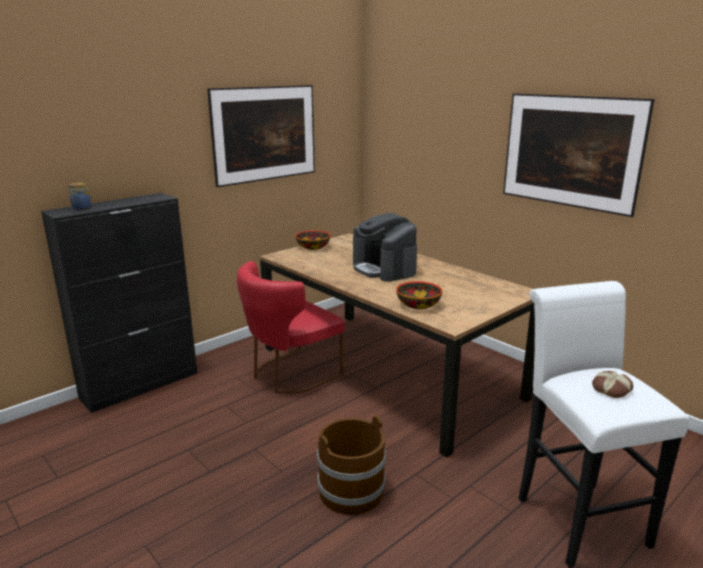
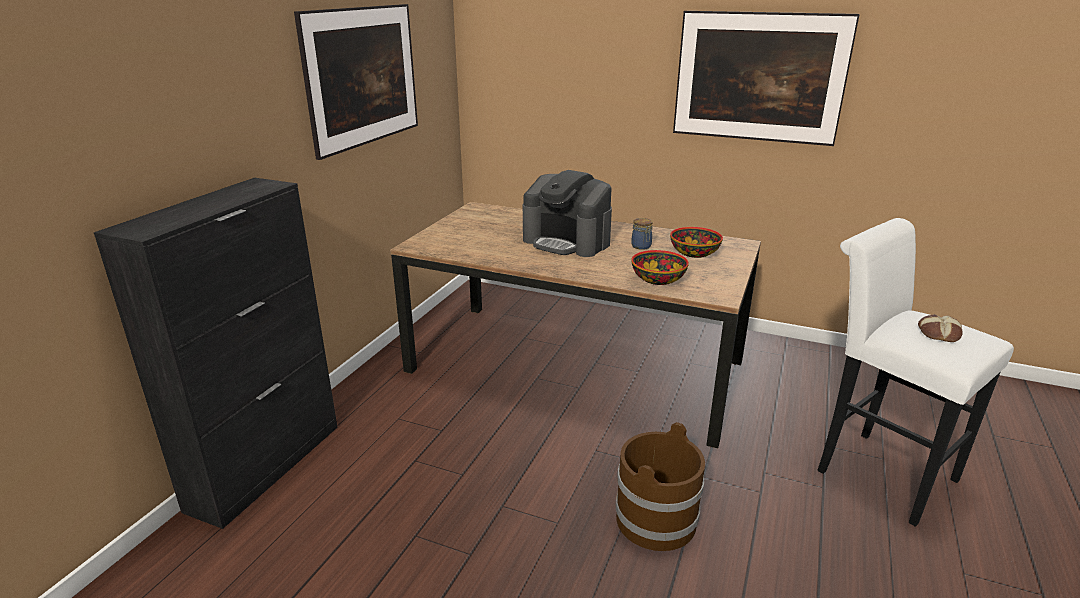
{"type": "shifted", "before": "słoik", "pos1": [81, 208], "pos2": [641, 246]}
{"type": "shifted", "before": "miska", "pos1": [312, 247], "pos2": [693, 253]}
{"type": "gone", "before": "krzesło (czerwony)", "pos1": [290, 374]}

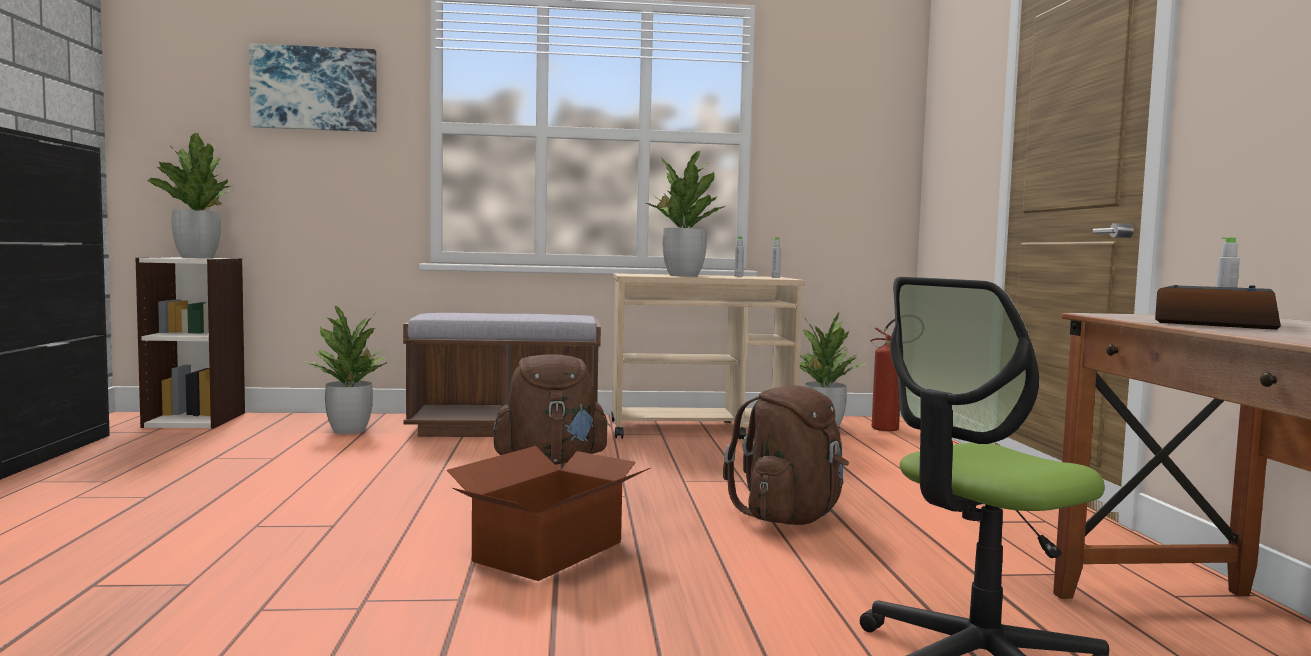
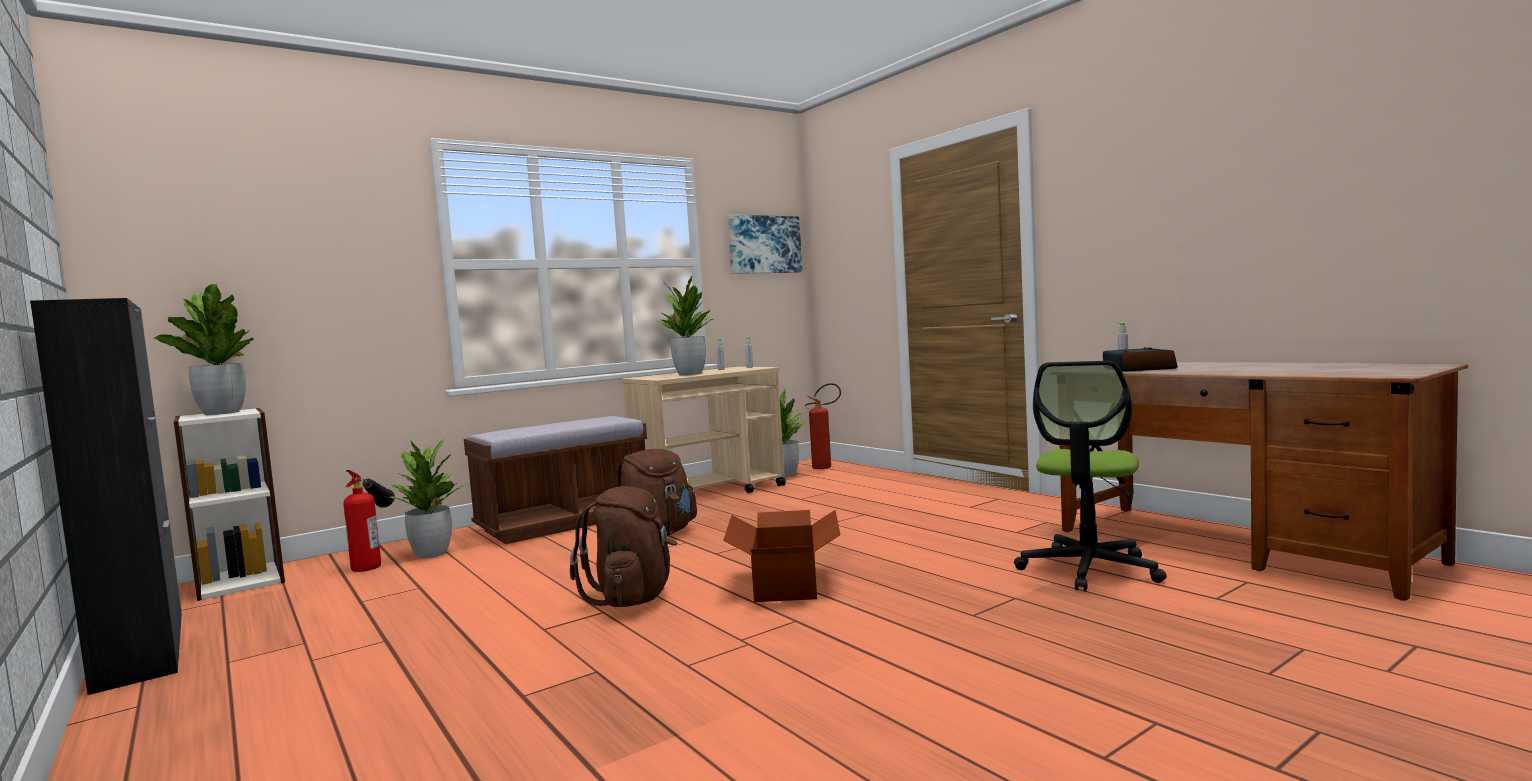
{"type": "shifted", "before": "obraz", "pos1": [315, 89], "pos2": [764, 244]}
{"type": "shifted", "before": "plecak (brązowy)", "pos1": [790, 518], "pos2": [632, 598]}
{"type": "new", "after": "gaśnica", "pos2": [375, 560]}

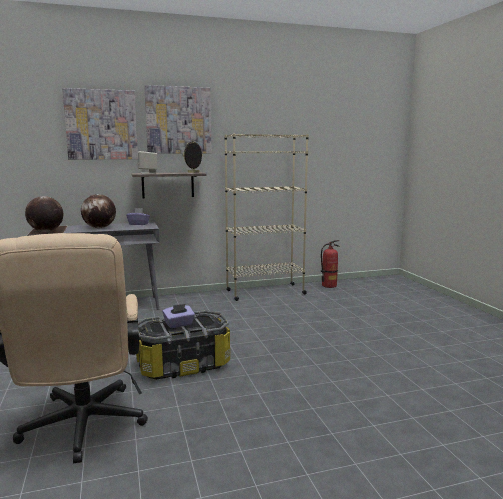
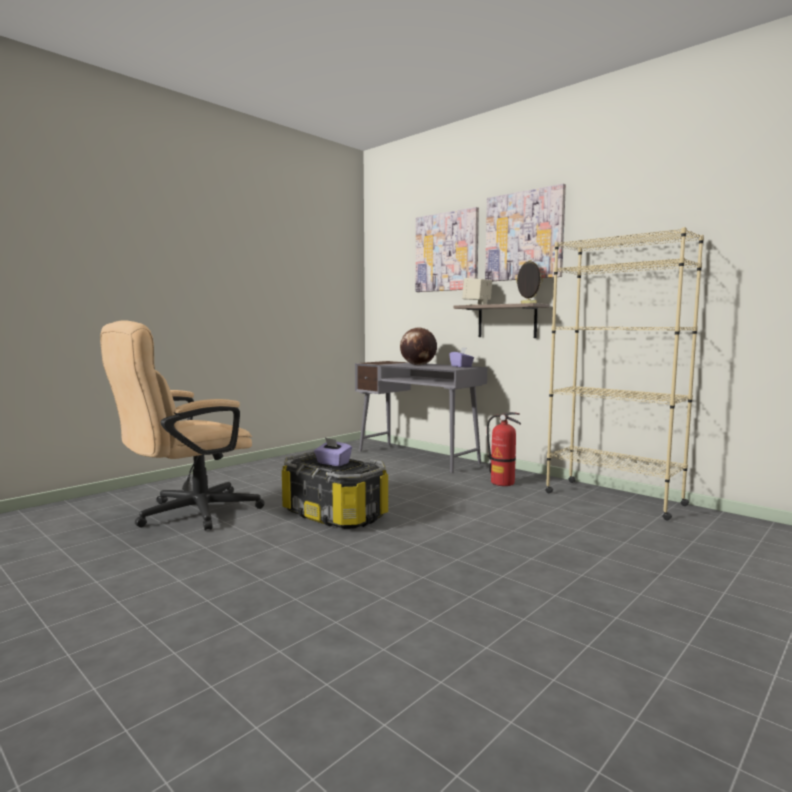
{"type": "gone", "before": "globus", "pos1": [46, 231]}
{"type": "shifted", "before": "gaśnica", "pos1": [329, 285], "pos2": [502, 483]}

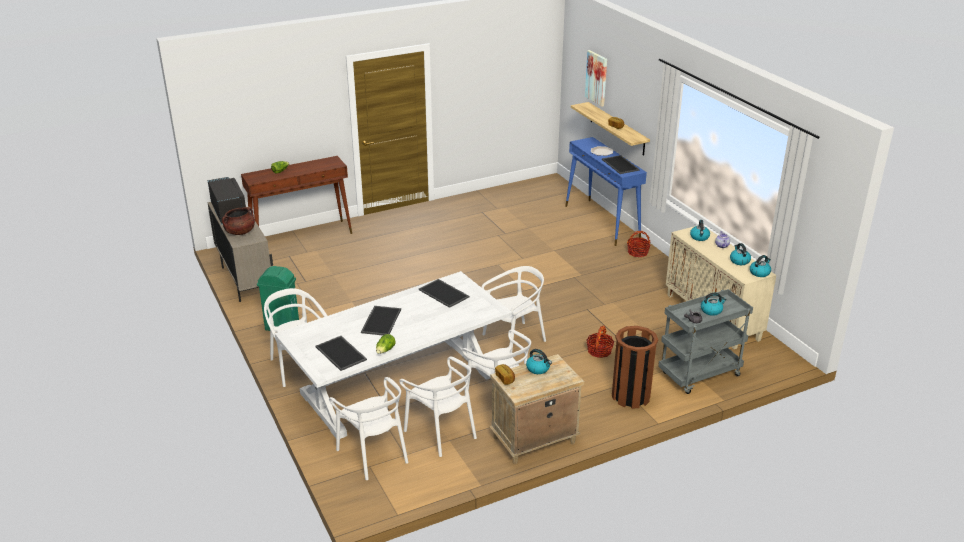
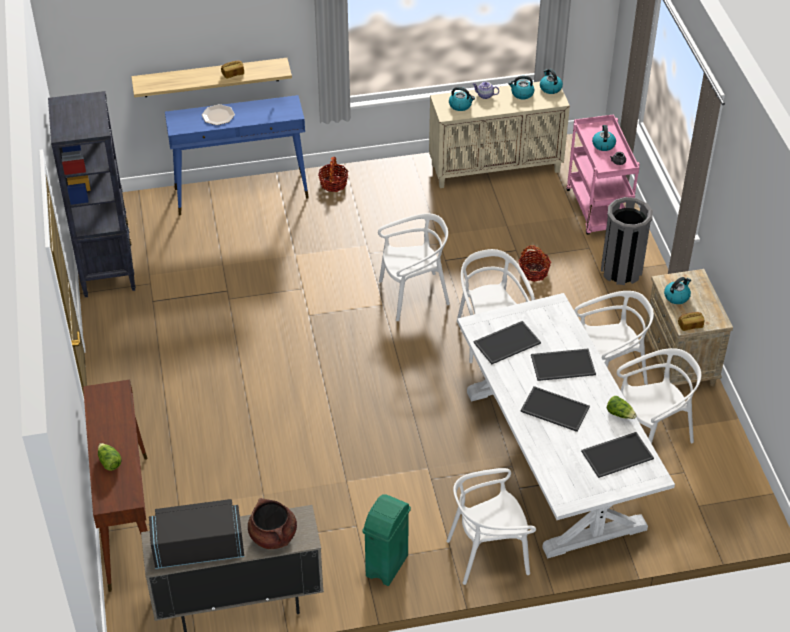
{"type": "gone", "before": "obraz", "pos1": [597, 78]}
{"type": "shifted", "before": "taca", "pos1": [621, 165], "pos2": [563, 364]}
{"type": "repainted", "before": "wózek (szary)", "after": "wózek (różowy)", "pos1": [699, 375], "pos2": [598, 211]}
{"type": "repainted", "before": "kosz na śmieci (brązowy)", "after": "kosz na śmieci (szary)", "pos1": [630, 396], "pos2": [621, 270]}
{"type": "shifted", "before": "krzesło (biały)", "pos1": [373, 454], "pos2": [413, 295]}
{"type": "new", "after": "regał (czarny)", "pos2": [108, 271]}

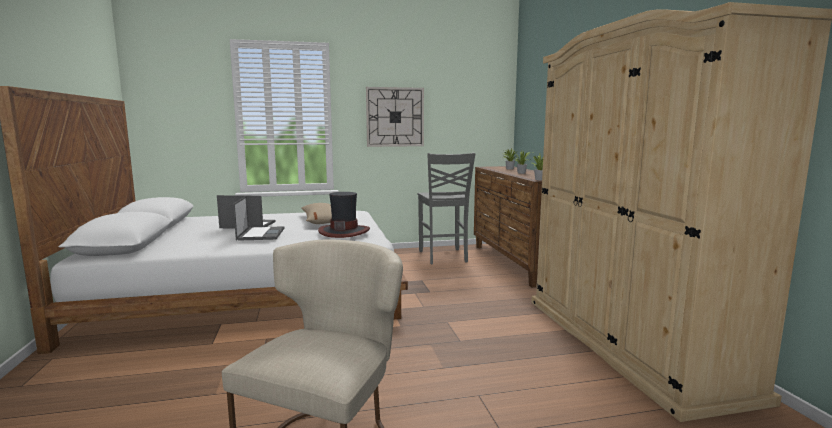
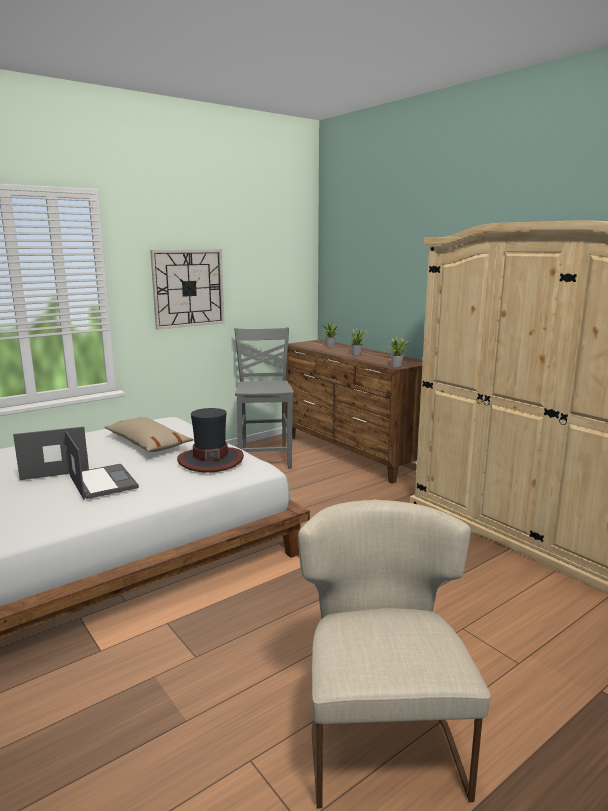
{"type": "rotated", "before": "krzesło (szary)", "pos1": [443, 257], "pos2": [265, 458], "turn": -150}

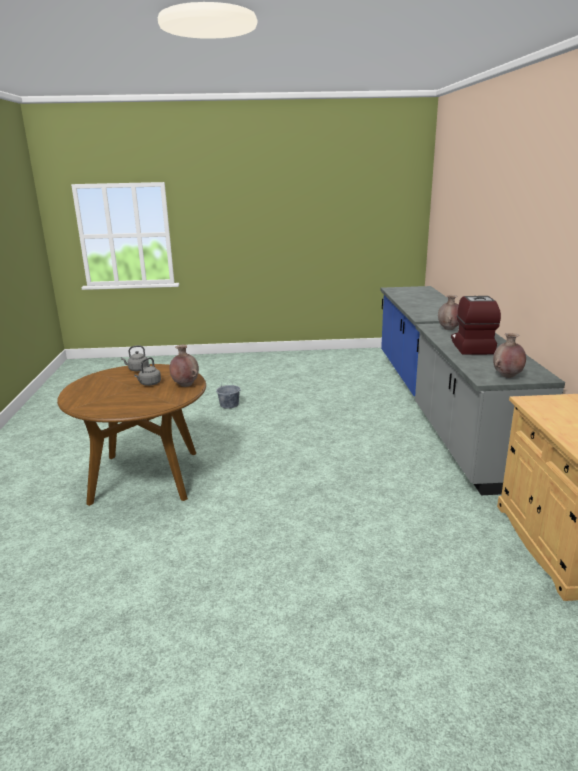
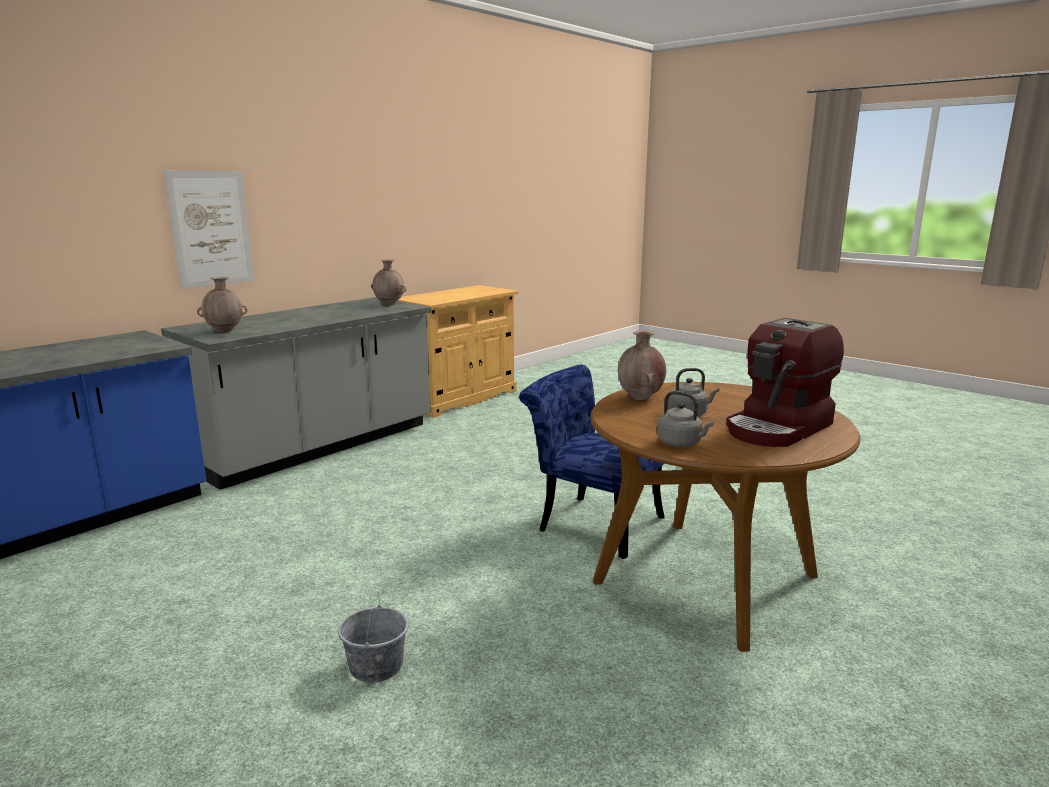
{"type": "shifted", "before": "ekspres do kawy", "pos1": [471, 346], "pos2": [779, 428]}
{"type": "new", "after": "obraz", "pos2": [211, 229]}
{"type": "new", "after": "krzesło (niebieski)", "pos2": [591, 522]}

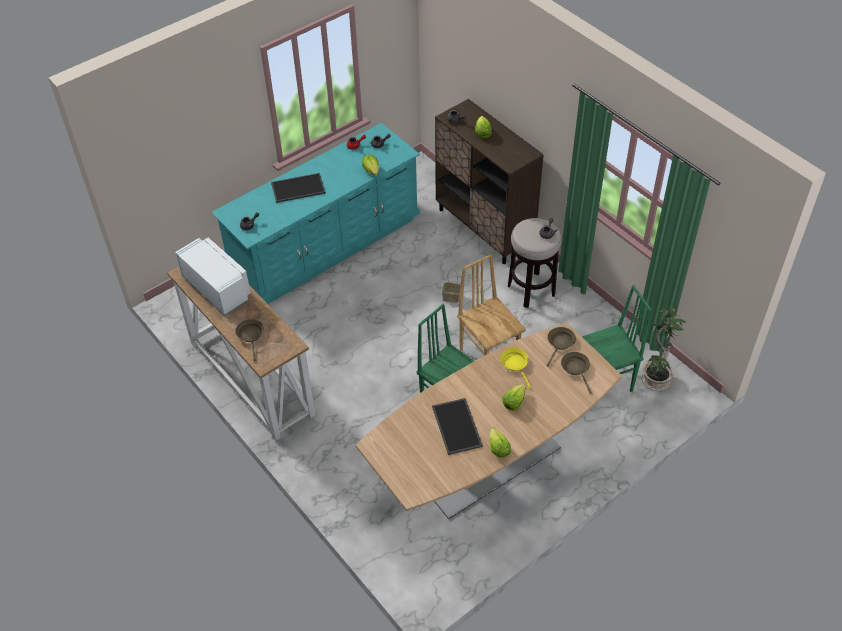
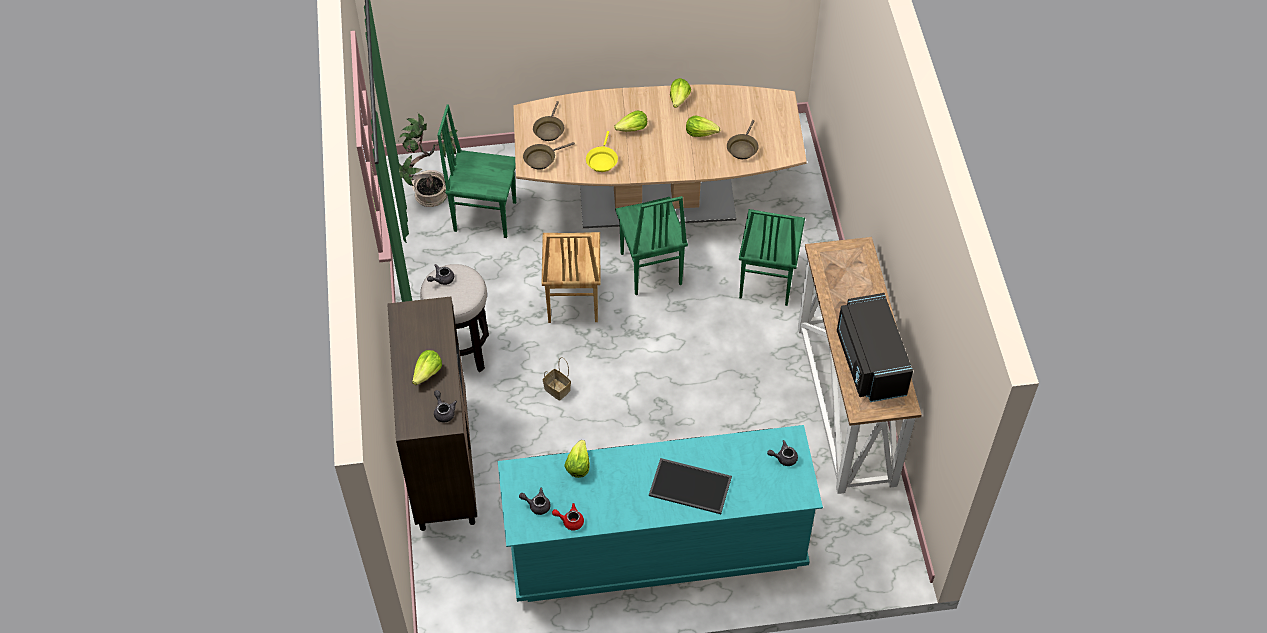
{"type": "repainted", "before": "mikrofalówka (biały)", "after": "mikrofalówka (czarny)", "pos1": [218, 287], "pos2": [869, 362]}
{"type": "shifted", "before": "patelnia (brązowy)", "pos1": [251, 336], "pos2": [742, 148]}
{"type": "swapped", "before": "taca", "after": "sałata", "pos1": [458, 426], "pos2": [701, 132]}
{"type": "new", "after": "krzesło (zielony)", "pos2": [766, 280]}

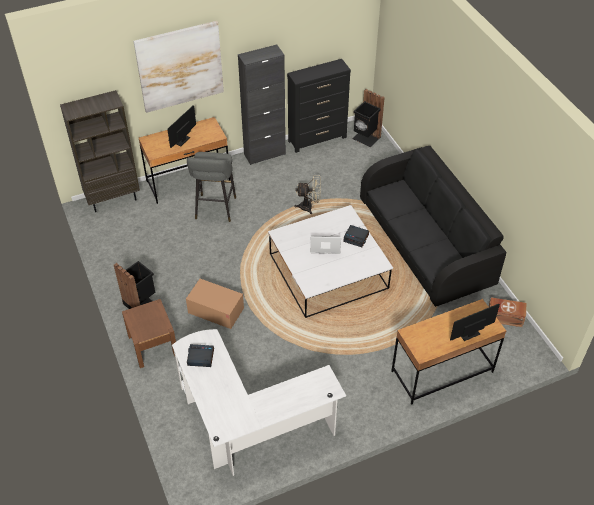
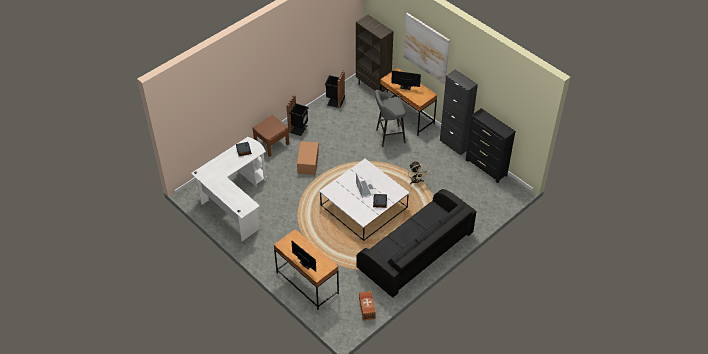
{"type": "shifted", "before": "kosz na śmieci (czarny)", "pos1": [365, 138], "pos2": [335, 101]}

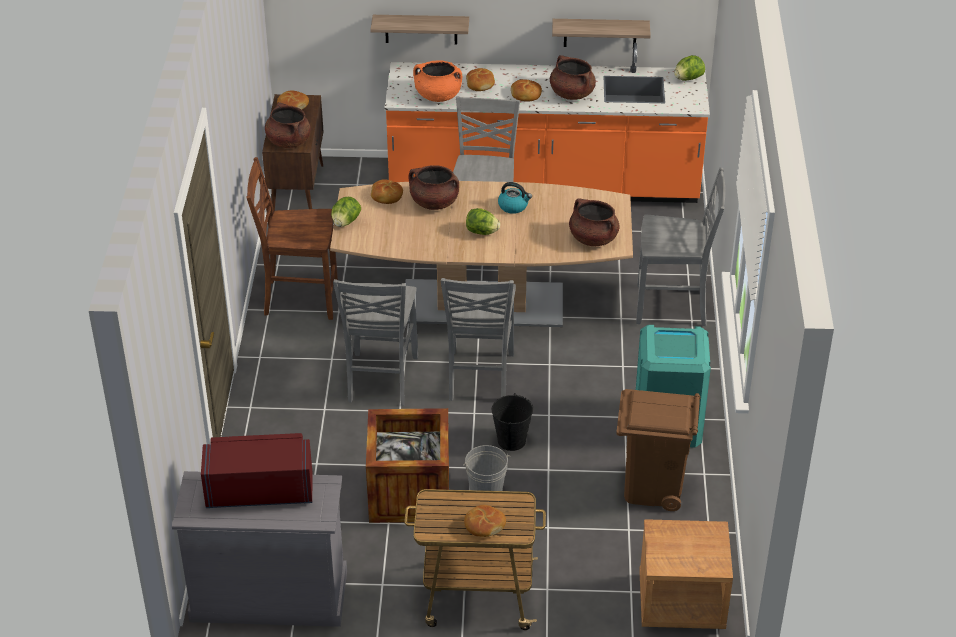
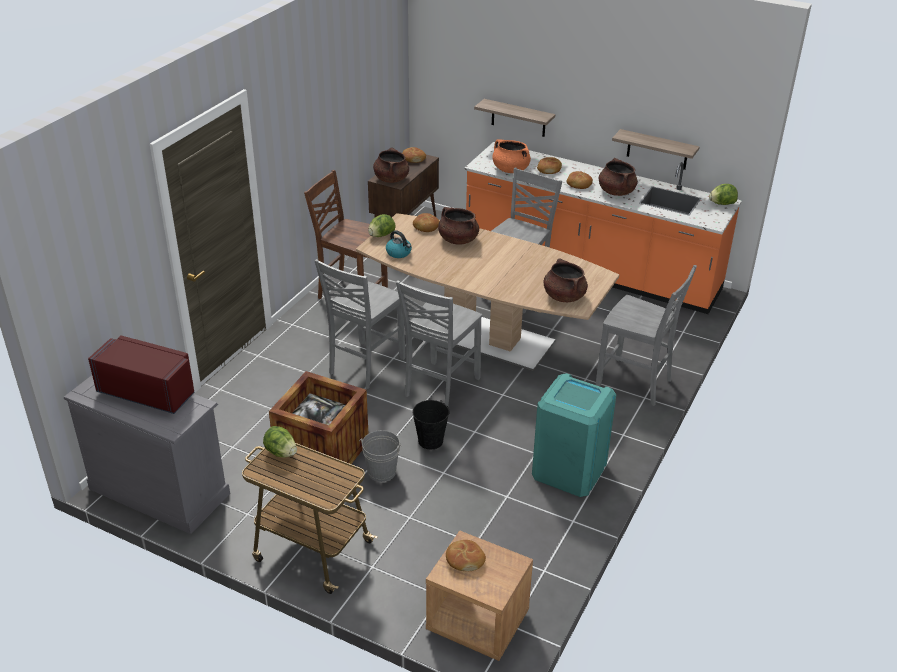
{"type": "shifted", "before": "czajnik", "pos1": [513, 206], "pos2": [399, 253]}
{"type": "shifted", "before": "sałata", "pos1": [482, 232], "pos2": [281, 452]}
{"type": "gone", "before": "kosz na śmieci (brązowy)", "pos1": [652, 487]}
{"type": "shifted", "before": "chleb", "pos1": [484, 525], "pos2": [464, 559]}

